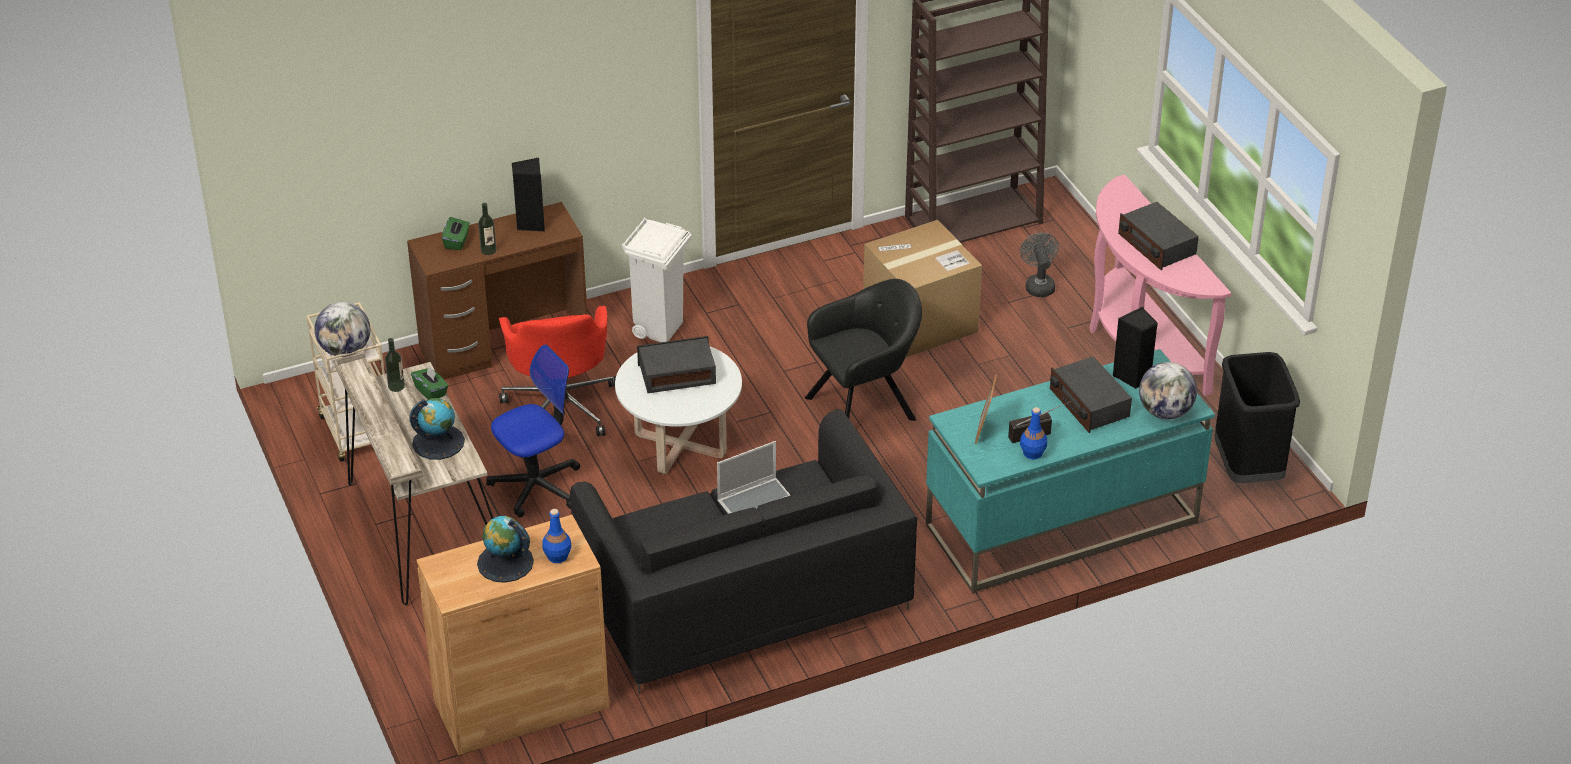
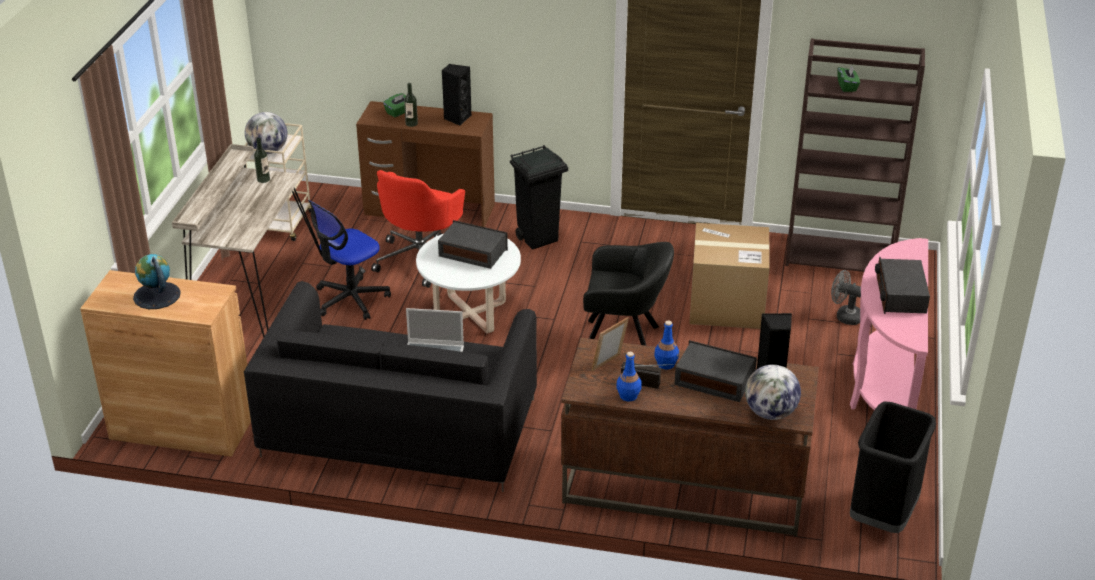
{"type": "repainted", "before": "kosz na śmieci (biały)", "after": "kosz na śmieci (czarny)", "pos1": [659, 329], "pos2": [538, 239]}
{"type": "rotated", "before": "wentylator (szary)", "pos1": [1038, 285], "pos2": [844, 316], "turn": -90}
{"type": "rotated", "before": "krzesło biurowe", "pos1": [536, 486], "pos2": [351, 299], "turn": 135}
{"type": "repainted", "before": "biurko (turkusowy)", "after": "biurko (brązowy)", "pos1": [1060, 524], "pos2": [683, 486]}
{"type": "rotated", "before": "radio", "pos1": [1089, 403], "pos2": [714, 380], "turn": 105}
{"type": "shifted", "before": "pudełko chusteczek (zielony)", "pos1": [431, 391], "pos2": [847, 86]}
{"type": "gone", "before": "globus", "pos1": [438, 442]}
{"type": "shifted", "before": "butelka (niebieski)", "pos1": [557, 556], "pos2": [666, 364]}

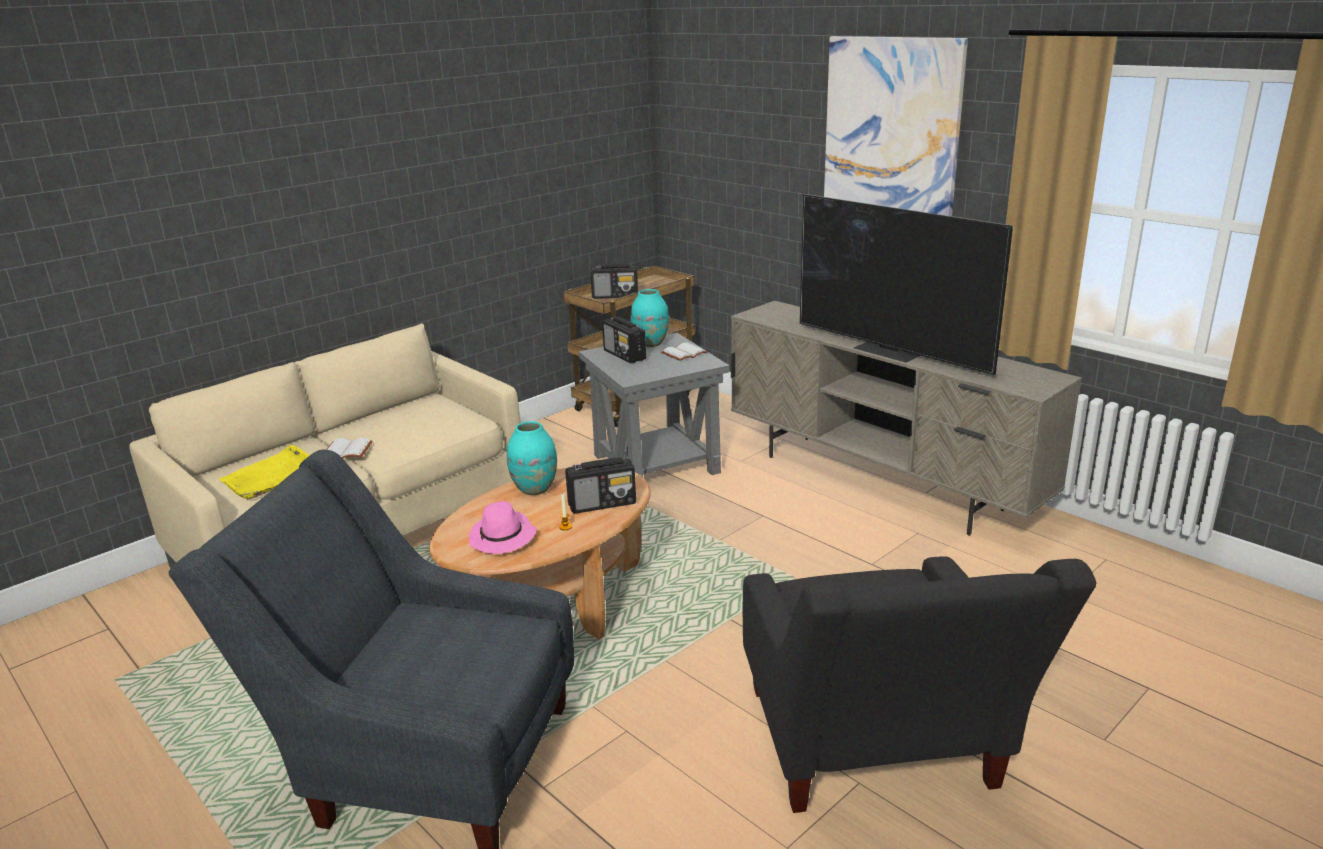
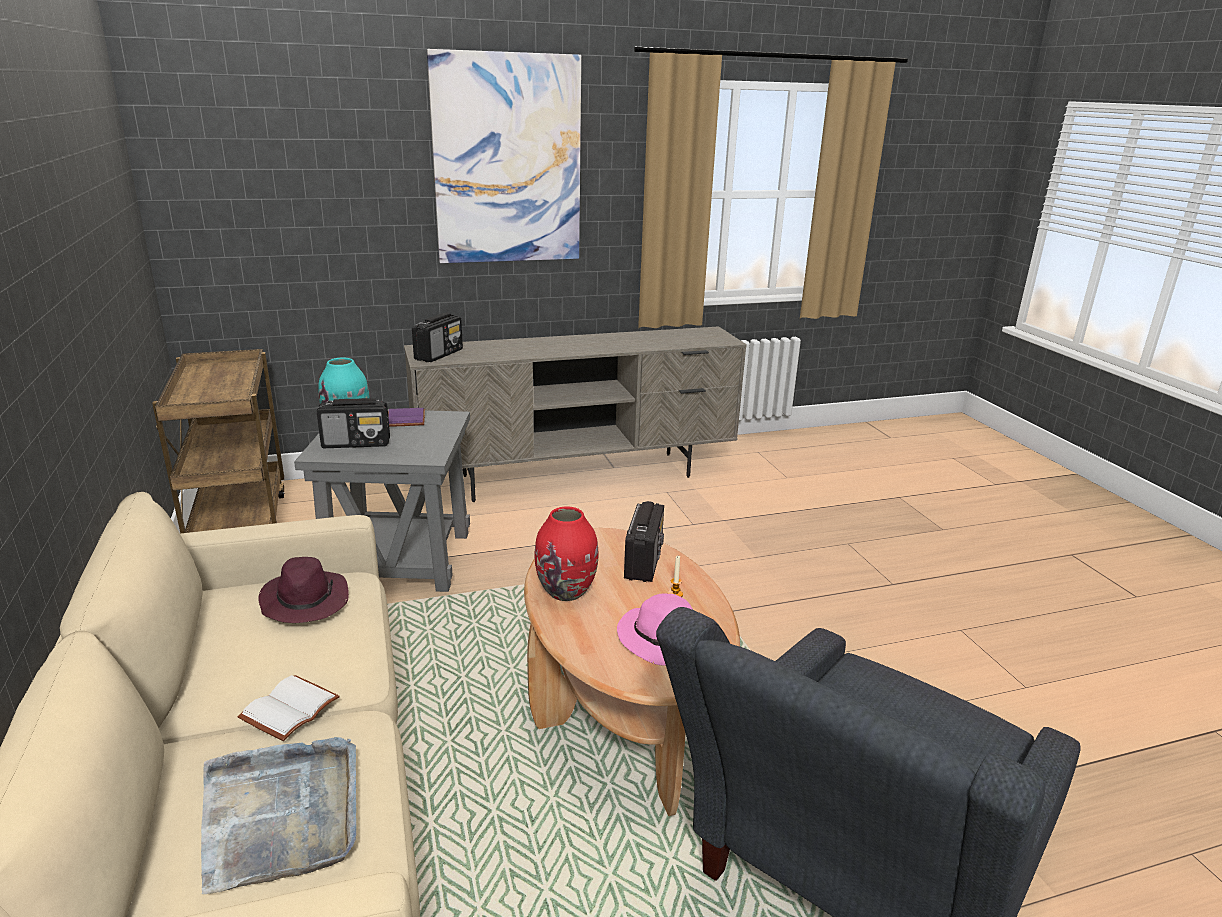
{"type": "gone", "before": "telewizor", "pos1": [890, 350]}
{"type": "shifted", "before": "radio", "pos1": [615, 296], "pos2": [439, 354]}
{"type": "repainted", "before": "książka (biały)", "after": "książka (fioletowy)", "pos1": [684, 354], "pos2": [407, 419]}
{"type": "repainted", "before": "wazon (turkusowy)", "after": "wazon (czerwony)", "pos1": [535, 489], "pos2": [567, 591]}
{"type": "repainted", "before": "taca (żółty)", "after": "taca (szary)", "pos1": [272, 476], "pos2": [281, 814]}
{"type": "gone", "before": "fotel (czarny)", "pos1": [877, 757]}
{"type": "new", "after": "kapelusz (fioletowy)", "pos2": [304, 601]}

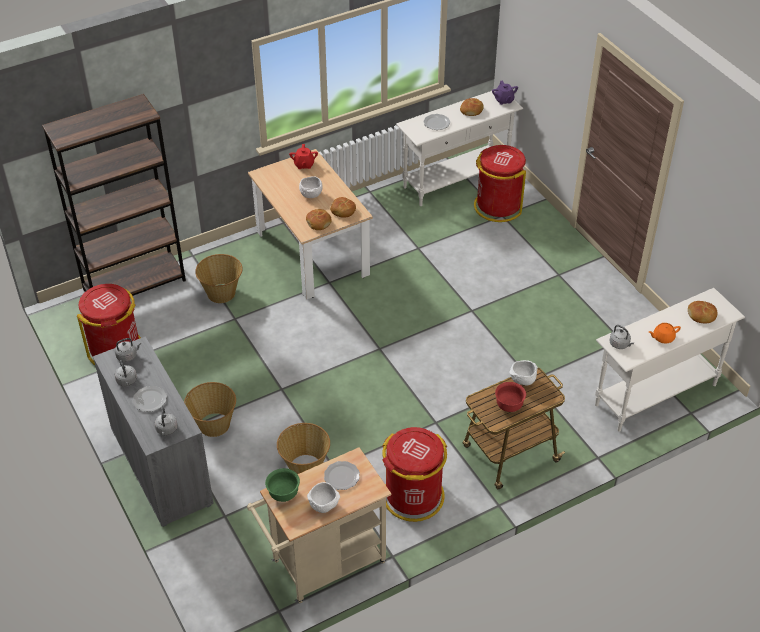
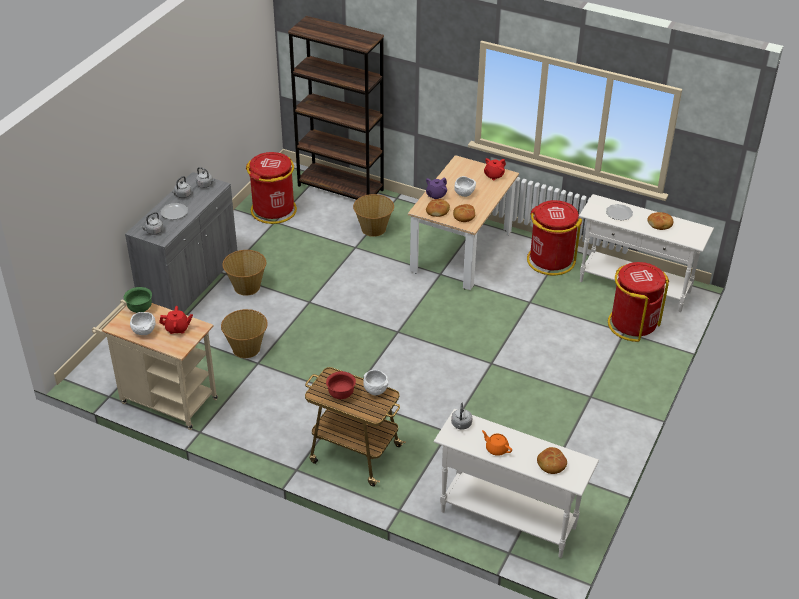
{"type": "shifted", "before": "imbryk (fioletowy)", "pos1": [504, 100], "pos2": [436, 195]}
{"type": "shifted", "before": "kosz na śmieci (czerwony)", "pos1": [413, 497], "pos2": [550, 260]}
{"type": "swapped", "before": "talerz", "after": "imbryk (czerwony)", "pos1": [342, 477], "pos2": [177, 328]}

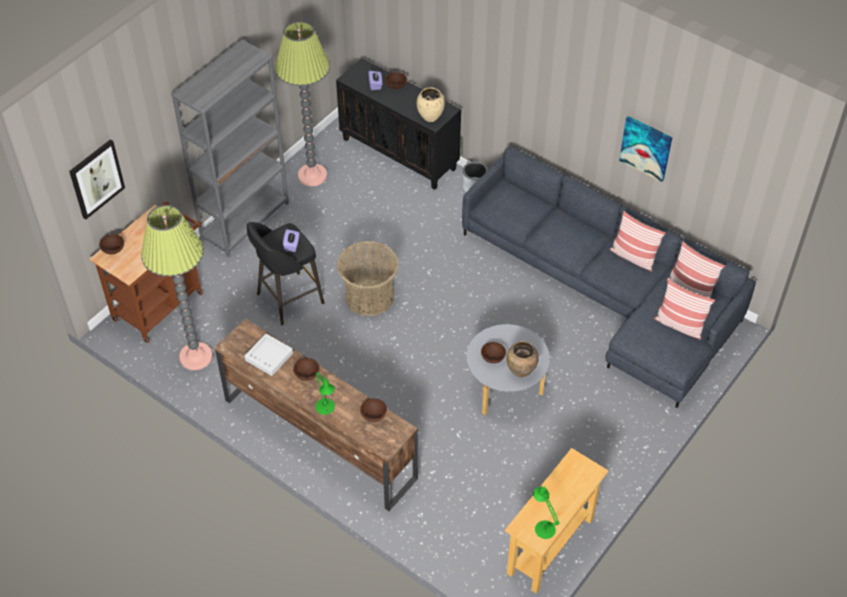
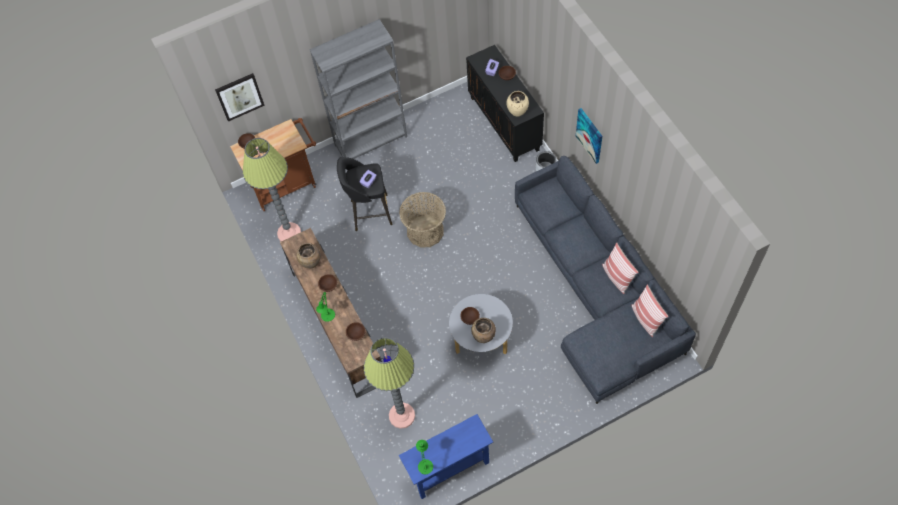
{"type": "shifted", "before": "lampa stojąca", "pos1": [312, 175], "pos2": [402, 415]}
{"type": "shifted", "before": "obraz", "pos1": [646, 148], "pos2": [590, 135]}
{"type": "gone", "before": "poduszka", "pos1": [679, 325]}
{"type": "swapped", "before": "taca (szary)", "after": "wazon (brązowy)", "pos1": [269, 357], "pos2": [310, 263]}
{"type": "repainted", "before": "stolik konsolowy (beżowy)", "after": "stolik konsolowy (niebieski)", "pos1": [550, 546], "pos2": [449, 469]}

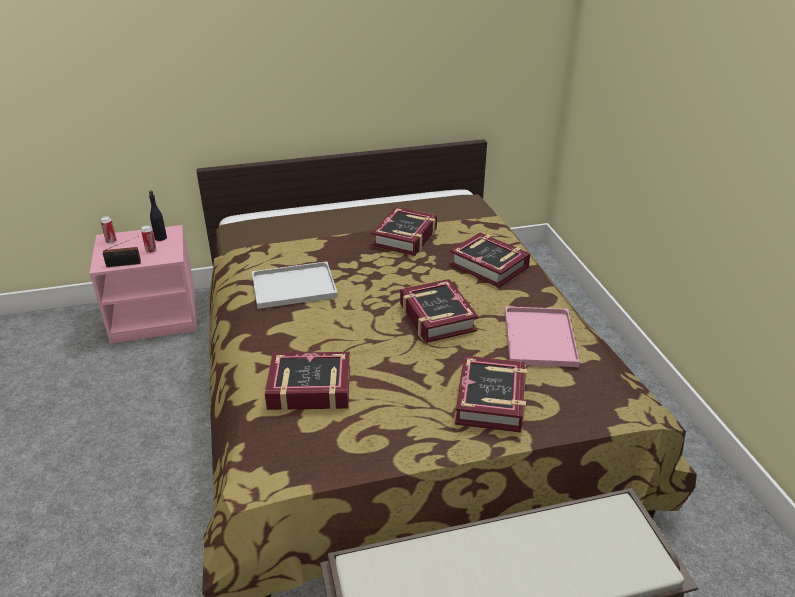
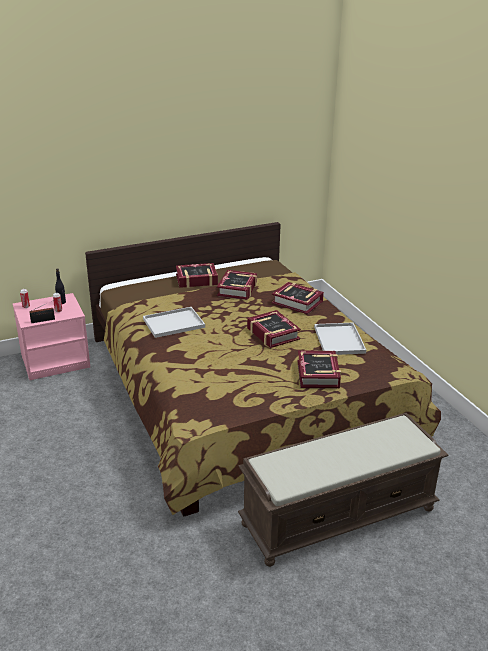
{"type": "repainted", "before": "taca (różowy)", "after": "taca (biały)", "pos1": [538, 336], "pos2": [338, 339]}
{"type": "shifted", "before": "książka", "pos1": [310, 389], "pos2": [196, 280]}

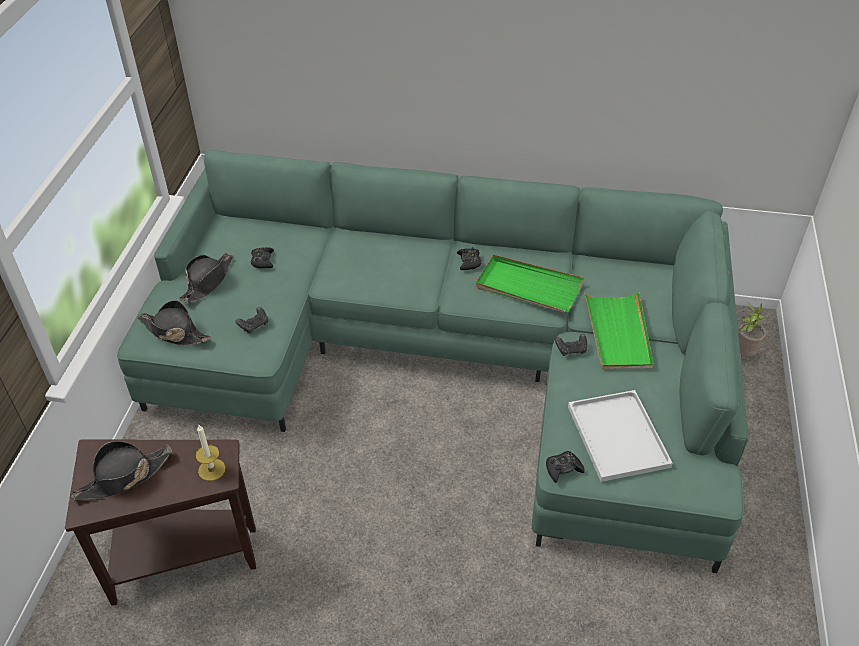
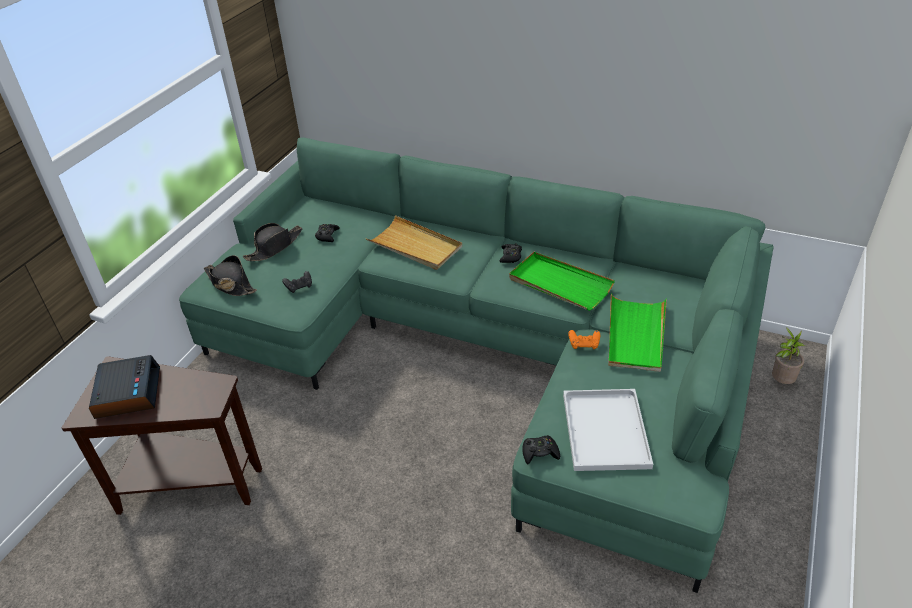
{"type": "repainted", "before": "pad do gier (czarny)", "after": "pad do gier (pomarańczowy)", "pos1": [571, 350], "pos2": [584, 344]}
{"type": "gone", "before": "świeca", "pos1": [211, 469]}
{"type": "swapped", "before": "kapelusz (czarny)", "after": "budzik", "pos1": [123, 477], "pos2": [127, 393]}
{"type": "new", "after": "taca (beżowy)", "pos2": [415, 246]}

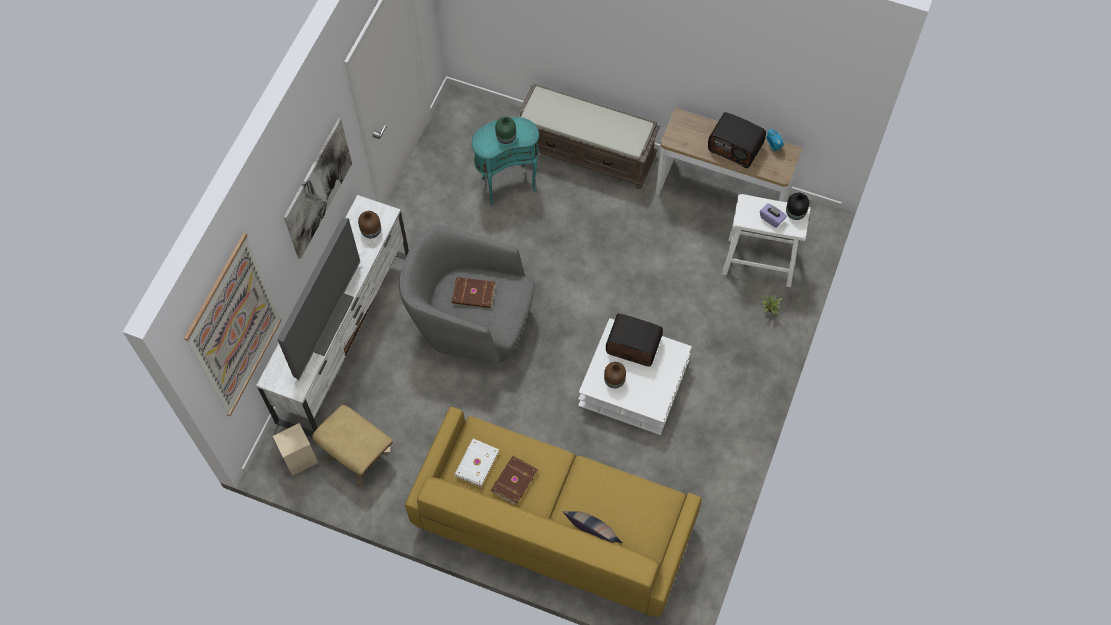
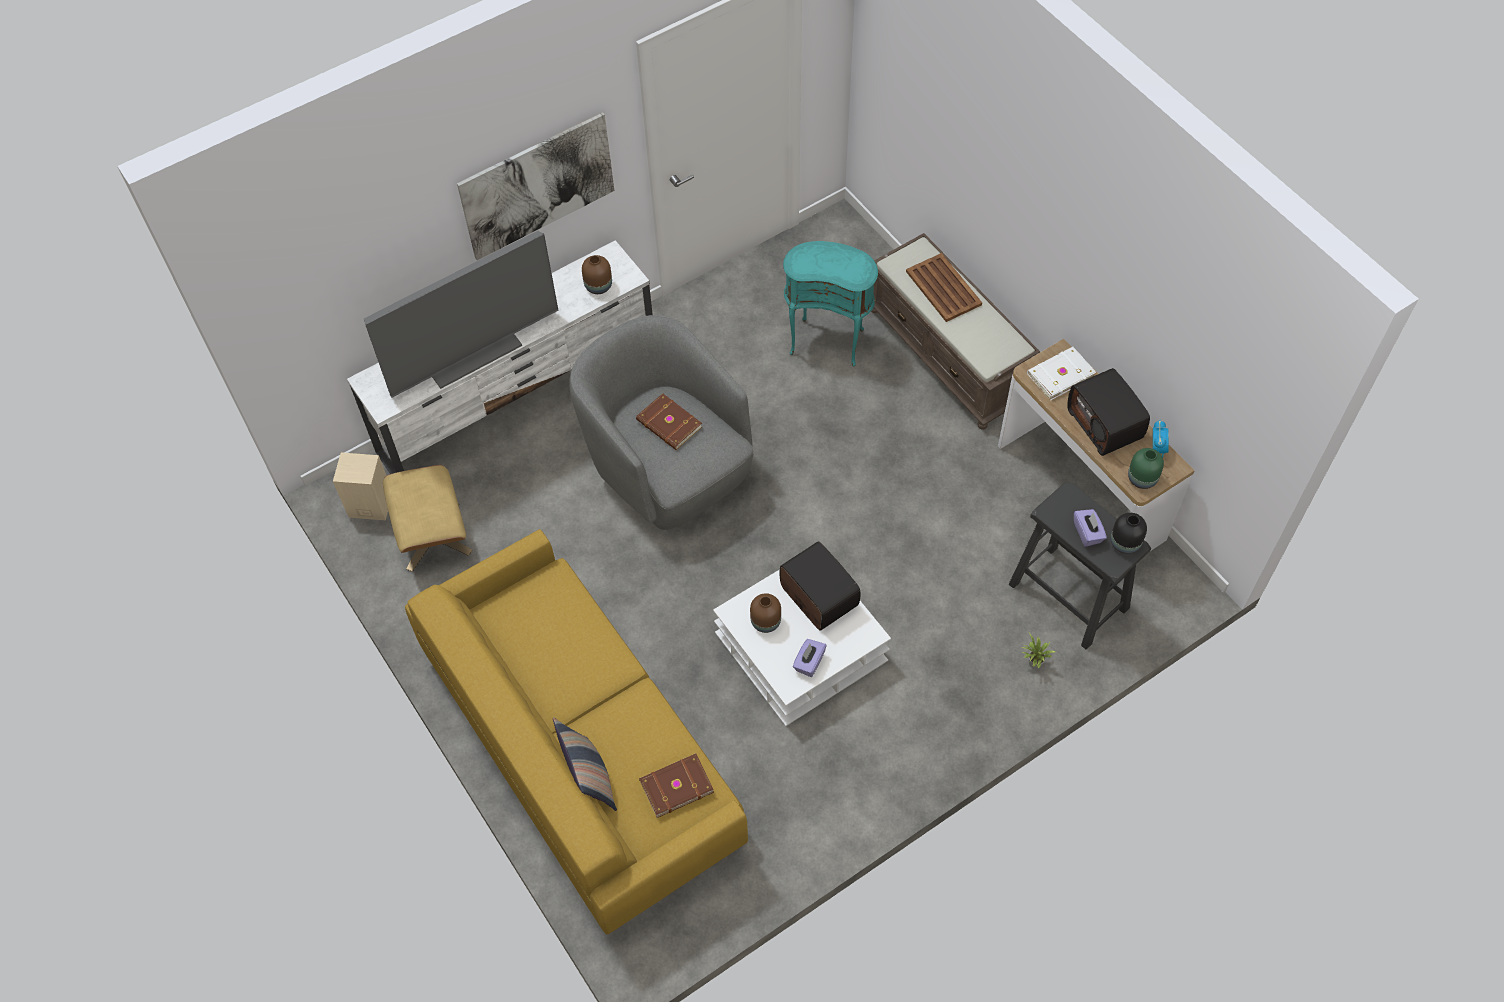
{"type": "shifted", "before": "wazon (zielony)", "pos1": [506, 137], "pos2": [1142, 478]}
{"type": "repainted", "before": "stołek (biały)", "after": "stołek (czarny)", "pos1": [759, 261], "pos2": [1068, 595]}
{"type": "gone", "before": "obraz", "pos1": [235, 327]}
{"type": "shifted", "before": "książka (biały)", "pos1": [476, 463], "pos2": [1059, 374]}
{"type": "shifted", "before": "książka (brązowy)", "pos1": [513, 481], "pos2": [675, 785]}
{"type": "new", "after": "taca (brązowy)", "pos2": [943, 287]}
{"type": "new", "after": "pudełko chusteczek (fioletowy)", "pos2": [809, 662]}

